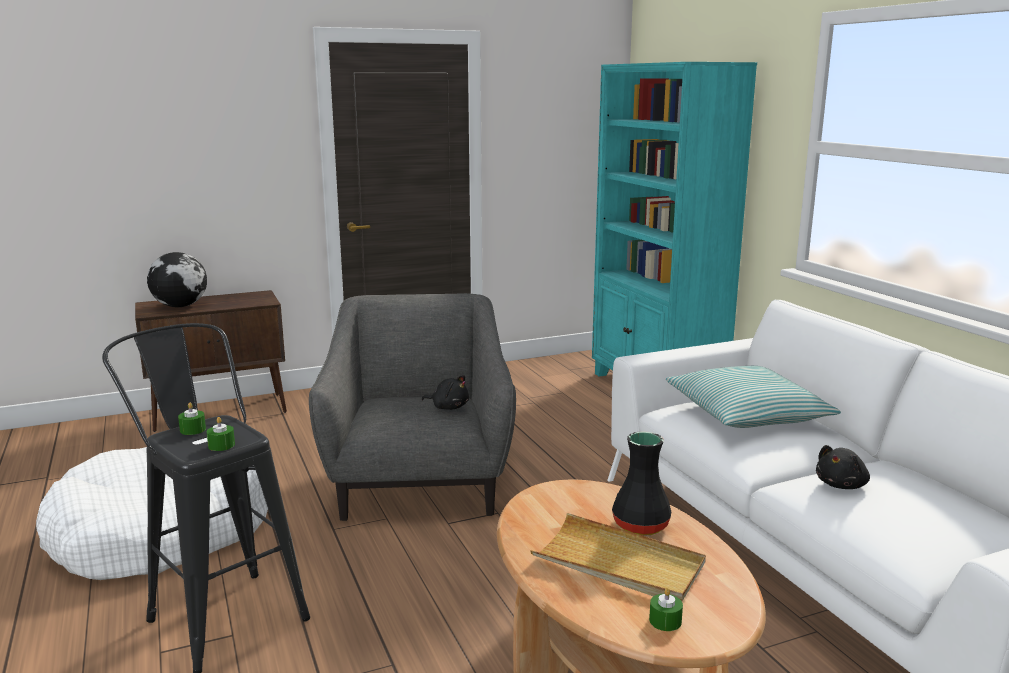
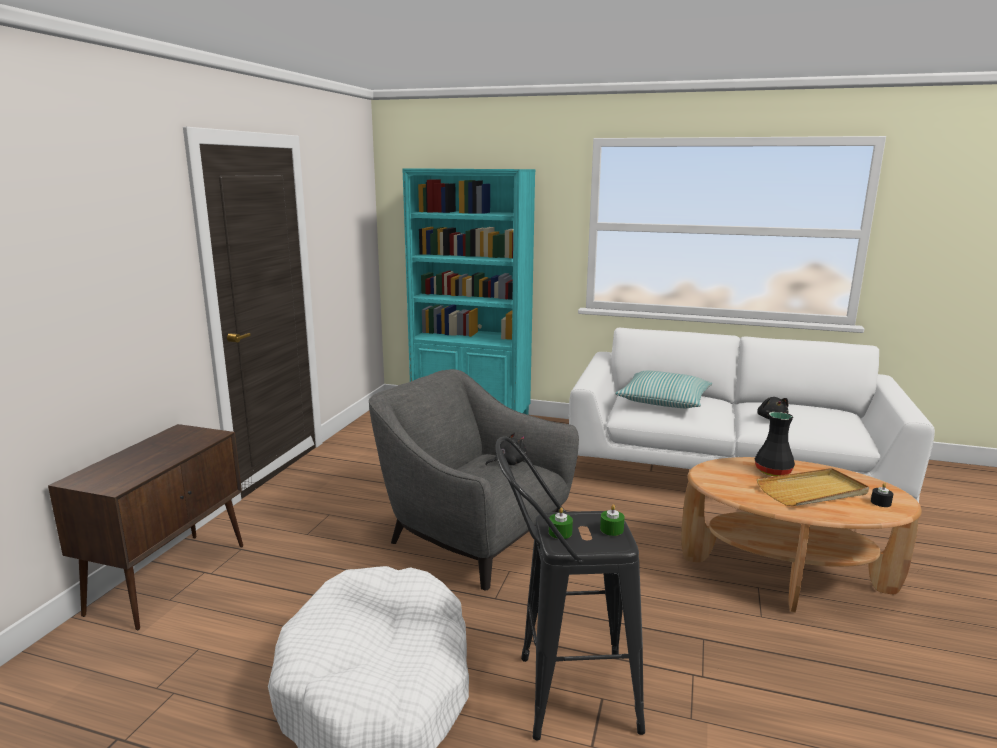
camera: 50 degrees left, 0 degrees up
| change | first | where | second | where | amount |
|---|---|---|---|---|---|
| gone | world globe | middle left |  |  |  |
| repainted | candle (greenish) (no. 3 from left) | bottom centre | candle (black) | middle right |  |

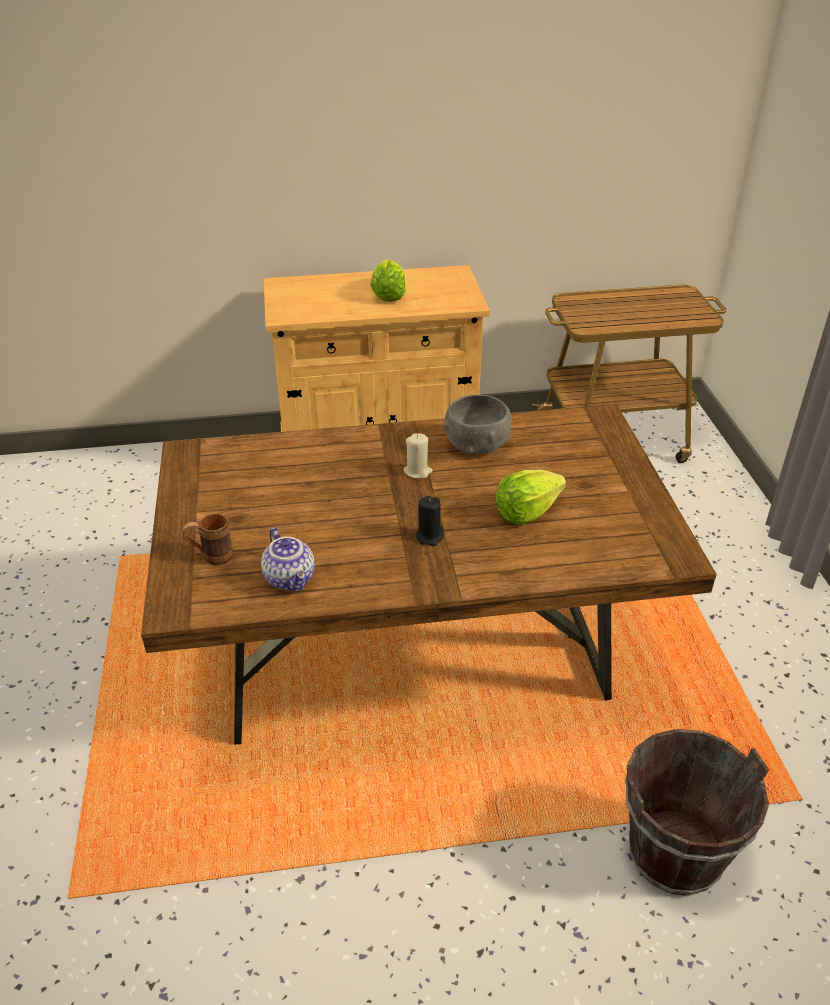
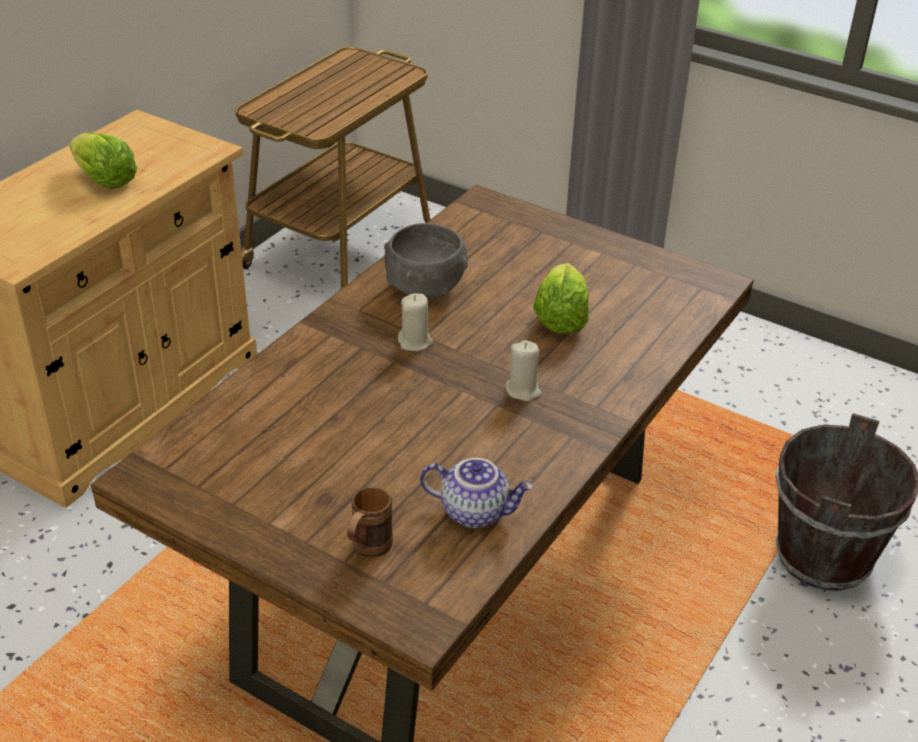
camera: 50 degrees left, 0 degrees up
| change | first | where | second | where | amount |
|---|---|---|---|---|---|
| repainted | candle (black) | centre | candle (beige-coloured) (no. 2 from left) | centre |  |

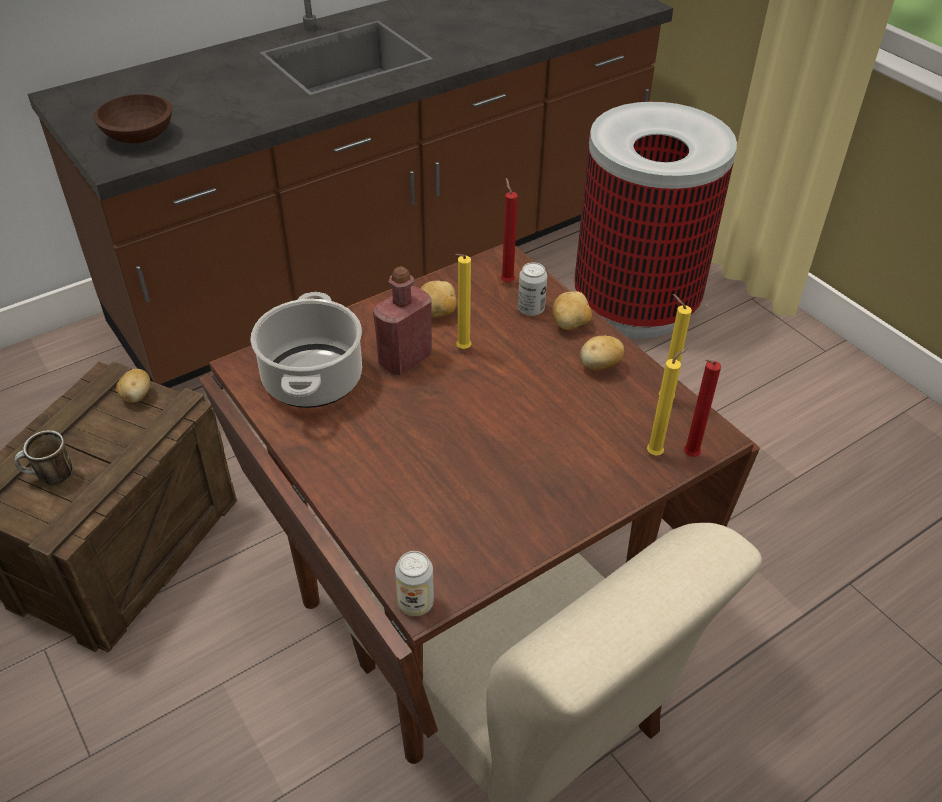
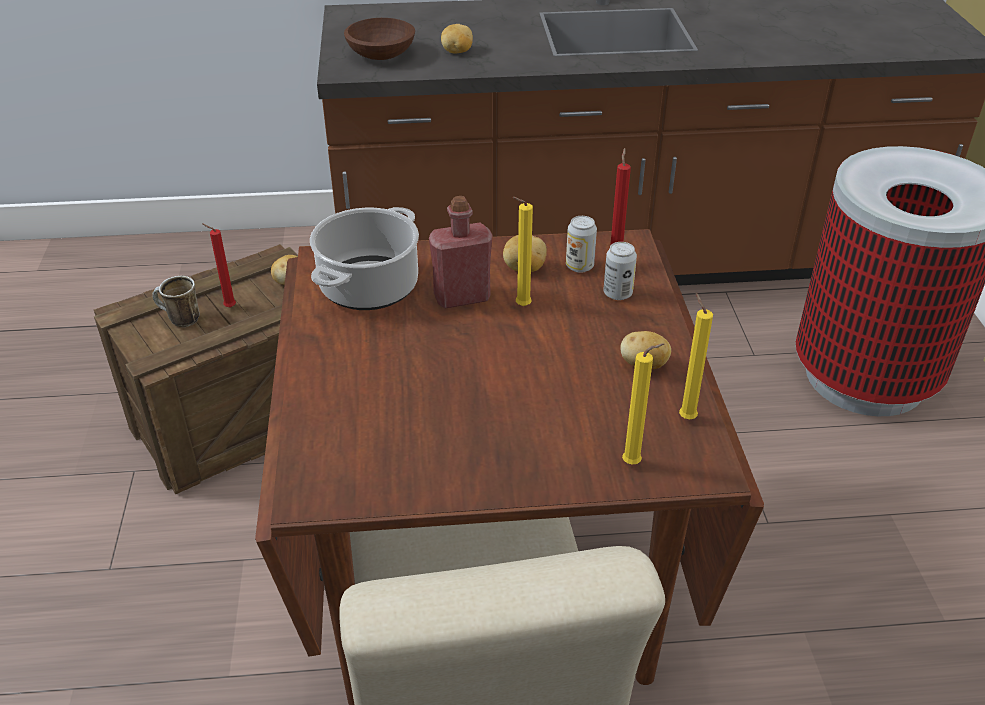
camera: 30 degrees right, 5 degrees down
| change | first | where | second | where | amount |
|---|---|---|---|---|---|
| shifted | sealed can (no. 1 from left) | bottom centre |  | centre |  |
| shifted | potato (no. 3 from left in the first image) | centre | potato (no. 2 from left) | top centre |  |
| shifted | candle (red) (no. 2 from left in the first image) | middle right | candle (red) (no. 1 from left) | middle left |  |

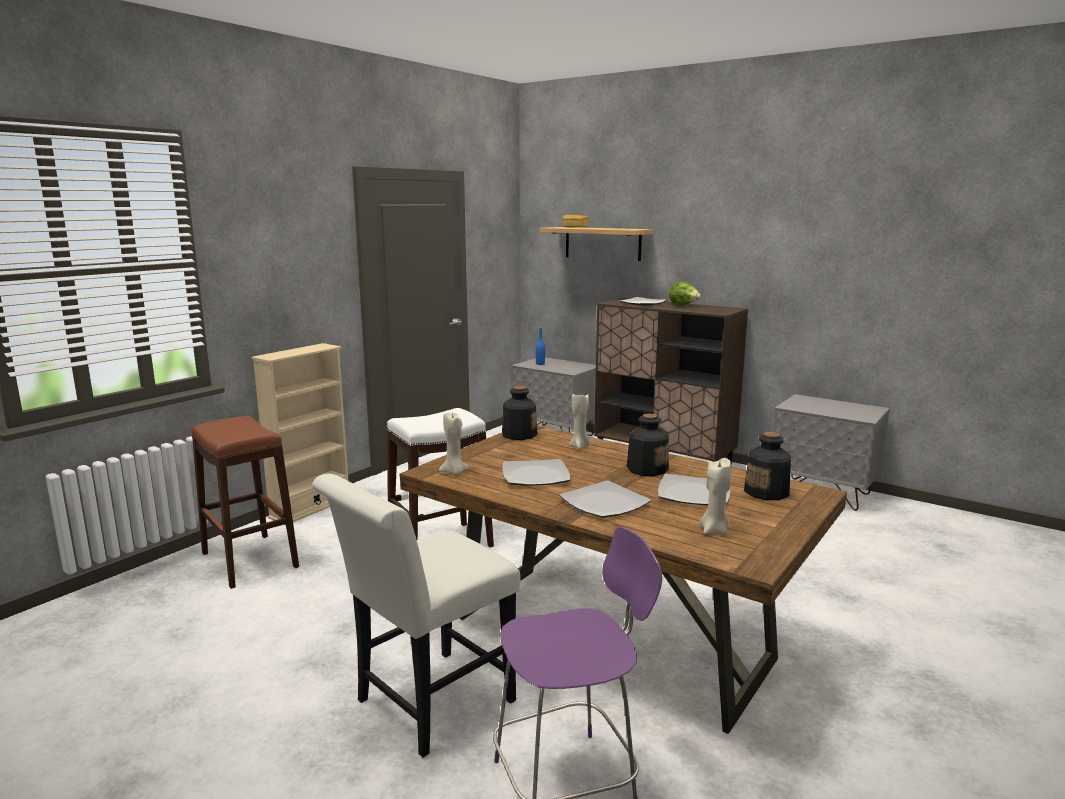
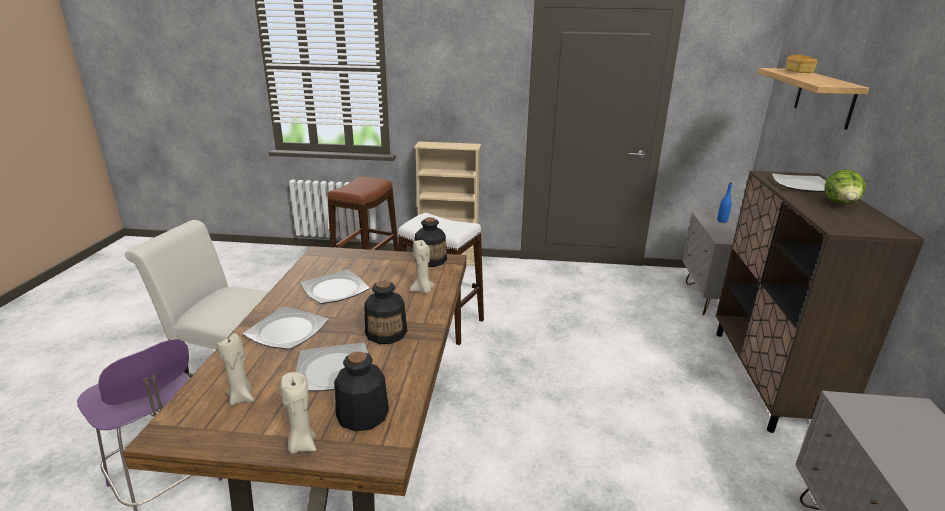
camera: 60 degrees right, 10 degrees up
| change | first | where | second | where | amount |
|---|---|---|---|---|---|
| shifted | candle (beige-coloured) (no. 1 from left in the first image) | centre | candle (beige-coloured) (no. 2 from left) | bottom left |  |

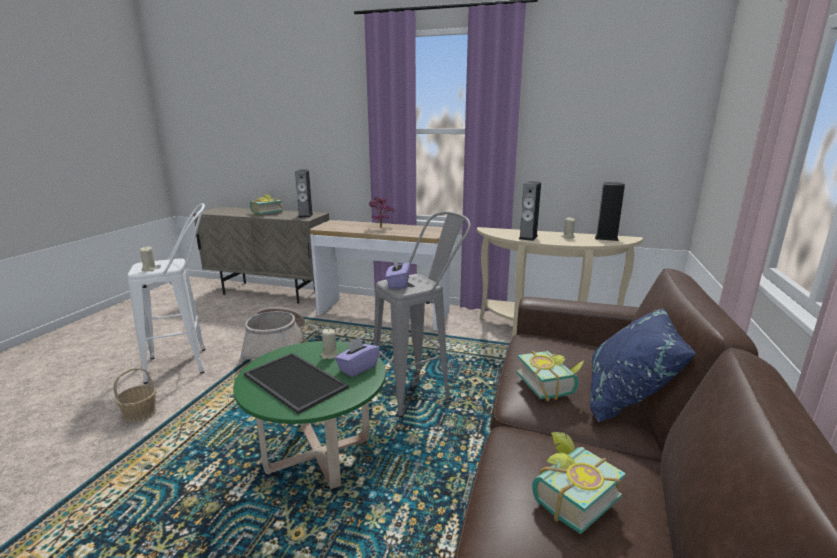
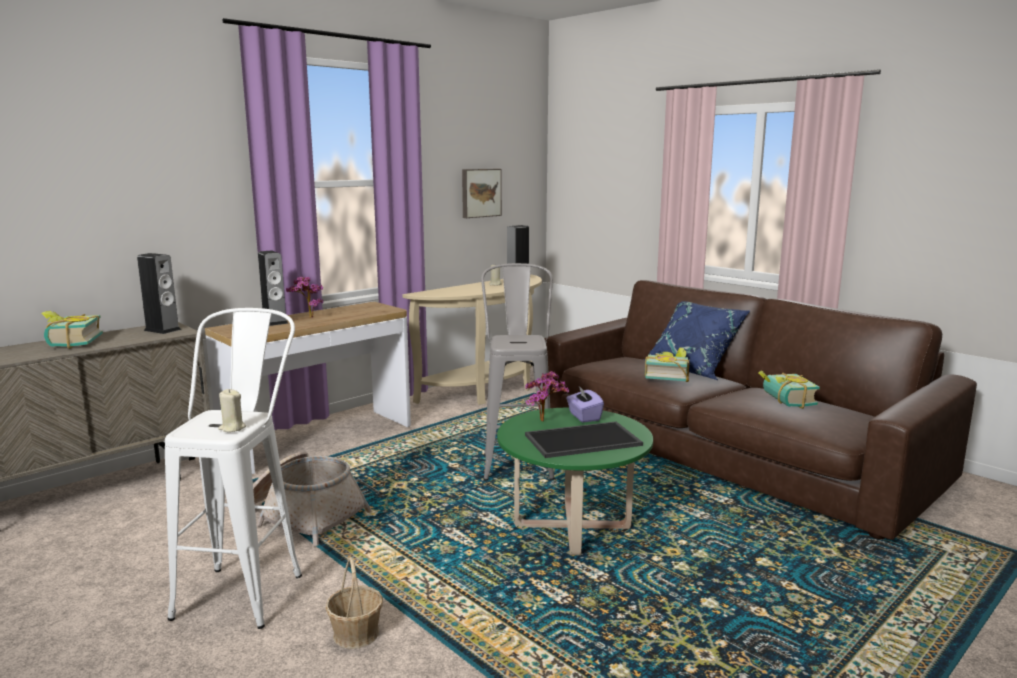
camera: 60 degrees left, 5 degrees down
| change | first | where | second | where | amount |
|---|---|---|---|---|---|
| swapped | candle (beige-coloured) (no. 2 from left) | centre | houseplant (no. 2 from left) | centre |  |
| gone | box of tissues (purple-coloured) (no. 2 from left) | centre |  |  |  |
| shifted | loudspeaker (no. 2 from left) | centre |  | middle left |  |
| new |  |  | wall art | top centre |  |

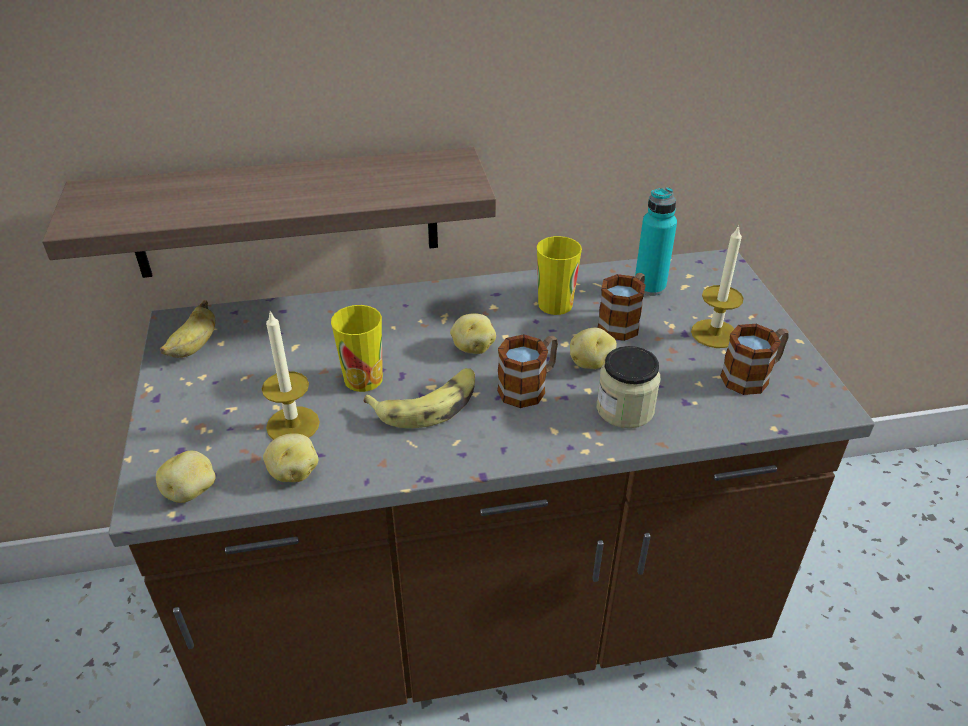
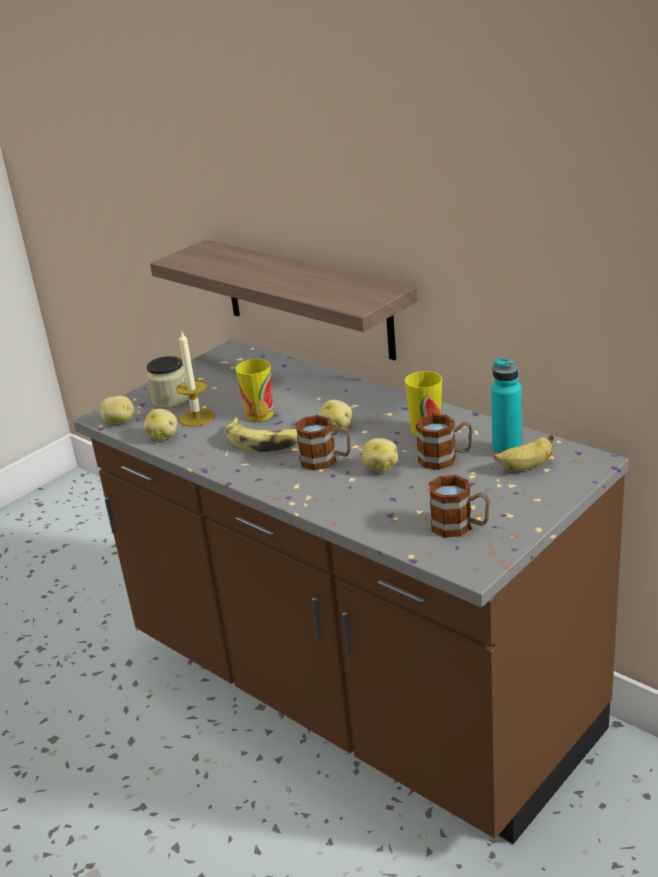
camera: 55 degrees right, 10 degrees down
| change | first | where | second | where | amount |
|---|---|---|---|---|---|
| shifted | banana fruit (no. 1 from left in the first image) | middle left | banana fruit (no. 2 from left) | middle right |  |
| shifted | preserve jar | centre |  | middle left |  |
| gone | candle (no. 2 from left) | middle right |  |  |  |

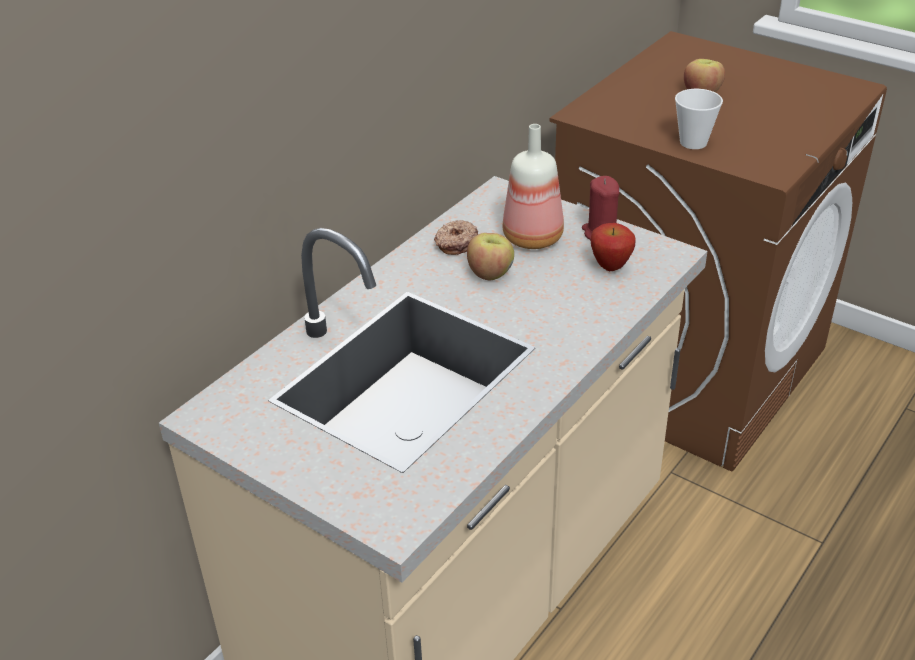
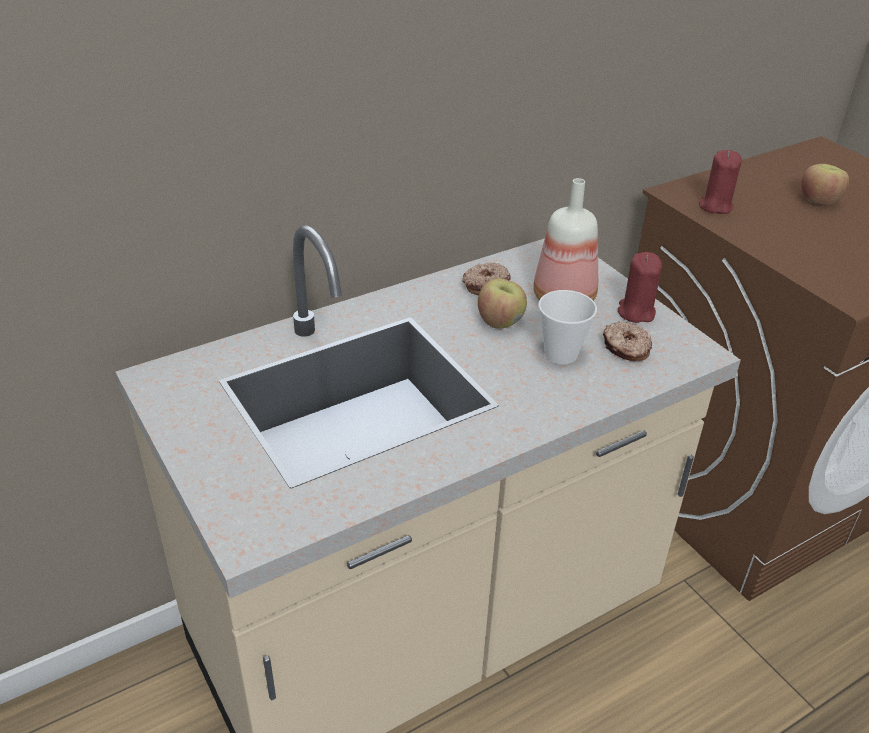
camera: 20 degrees right, 0 degrees up
| change | first | where | second | where | amount |
|---|---|---|---|---|---|
| swapped | apple (no. 2 from left) | middle right | ring doughnut (no. 2 from left) | middle right |  |
| shifted | drinking cup | top right |  | centre |  |
| new |  |  | candle (red) (no. 2 from left) | top right |  |

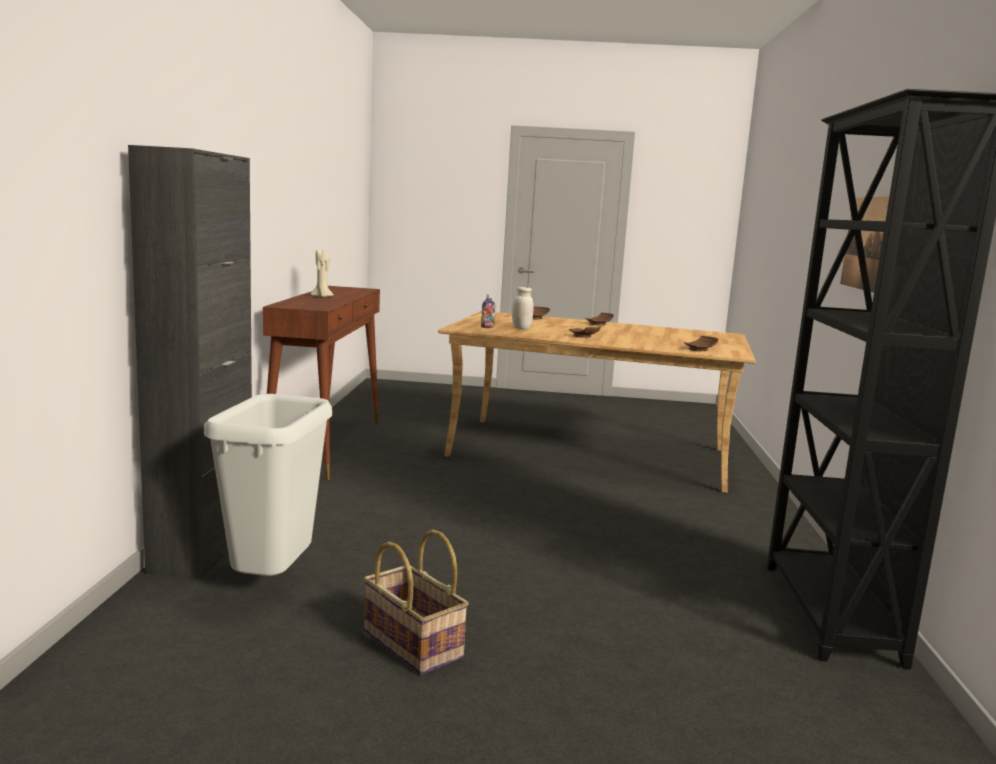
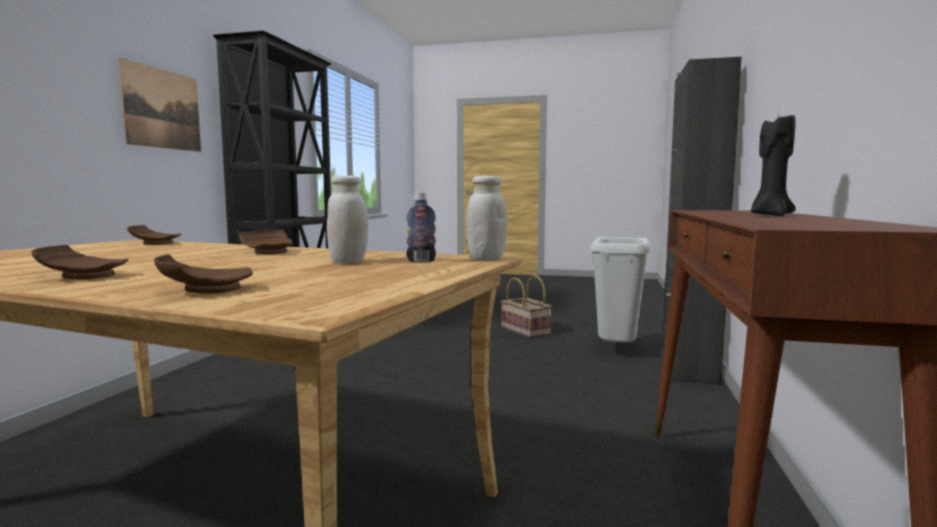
camera: 170 degrees left, 5 degrees down
| change | first | where | second | where | amount |
|---|---|---|---|---|---|
| repainted | candle (beige-coloured) | middle left | candle (black) | top right |  |
| new |  |  | preserve jar (white-coloured) (no. 2 from left) | centre |  |

